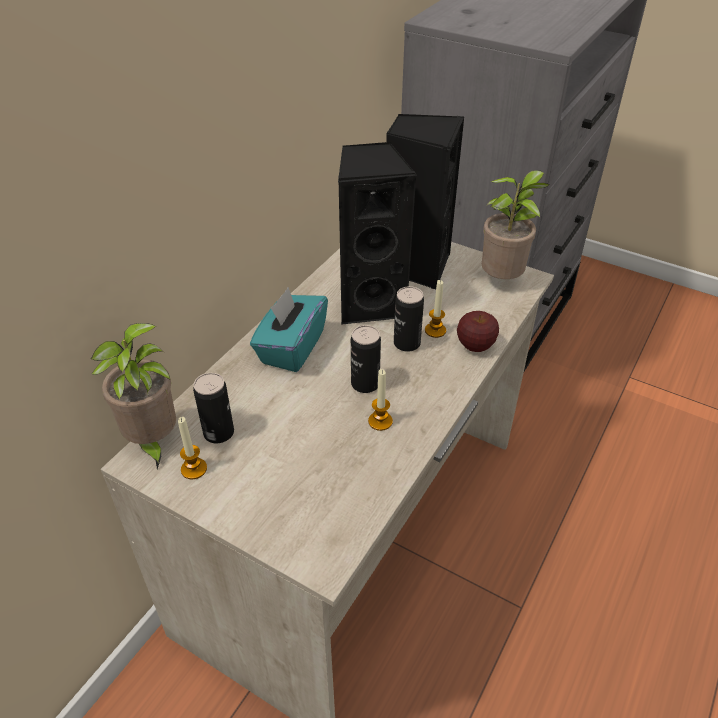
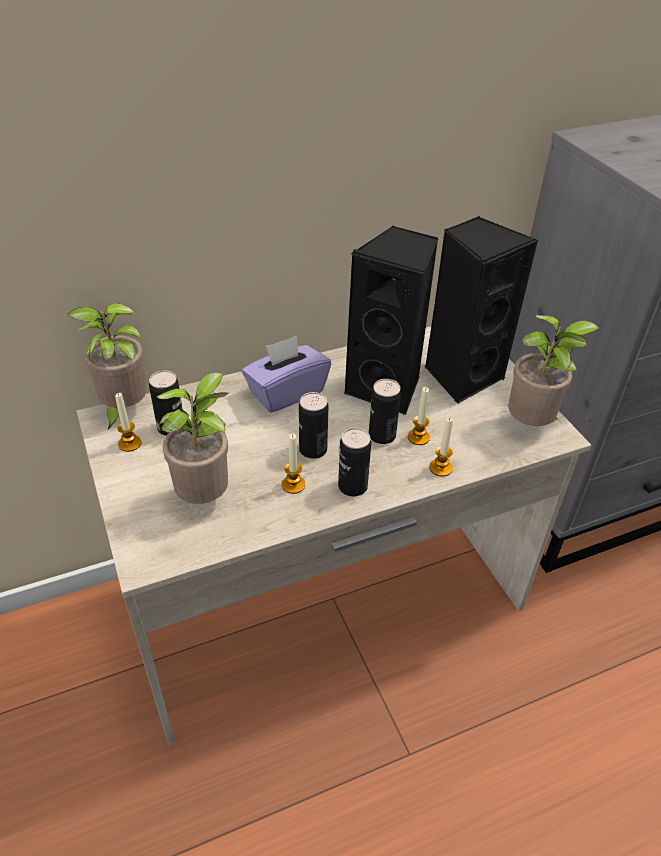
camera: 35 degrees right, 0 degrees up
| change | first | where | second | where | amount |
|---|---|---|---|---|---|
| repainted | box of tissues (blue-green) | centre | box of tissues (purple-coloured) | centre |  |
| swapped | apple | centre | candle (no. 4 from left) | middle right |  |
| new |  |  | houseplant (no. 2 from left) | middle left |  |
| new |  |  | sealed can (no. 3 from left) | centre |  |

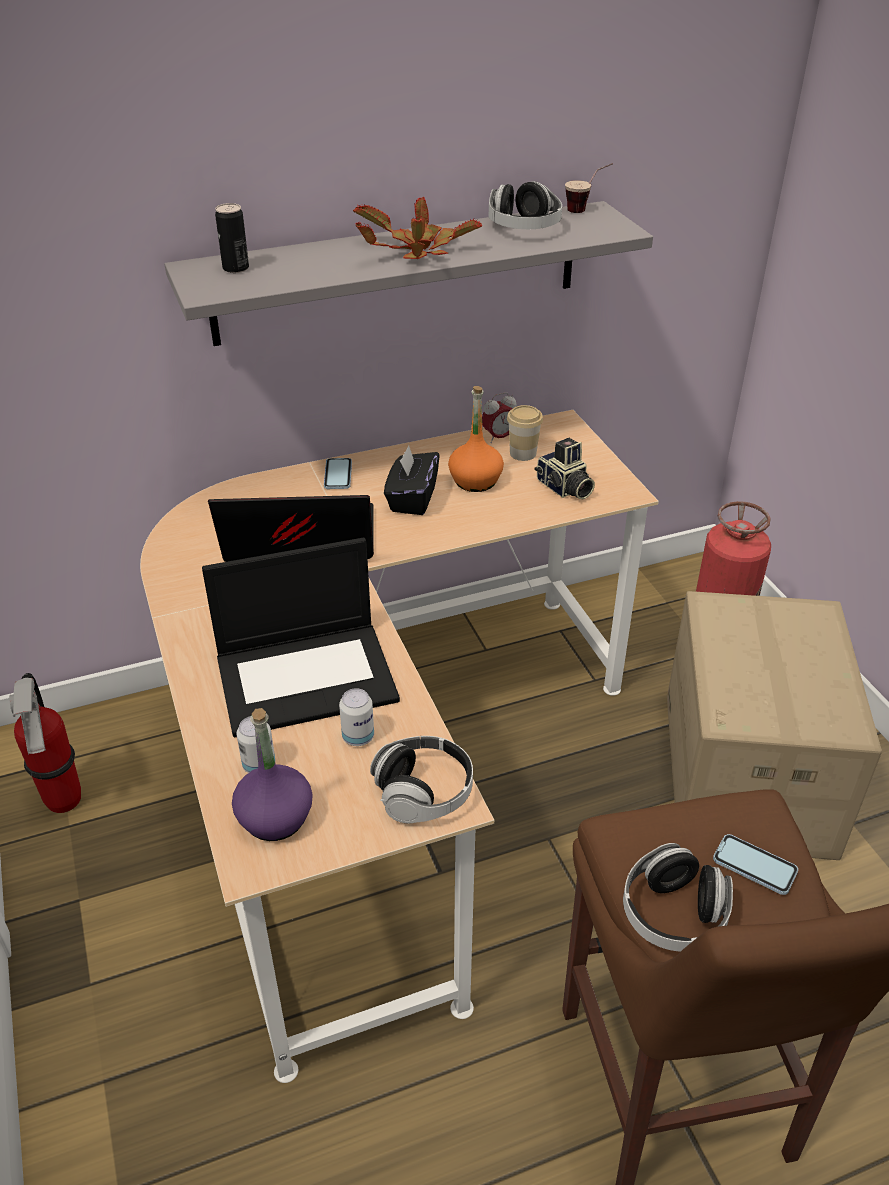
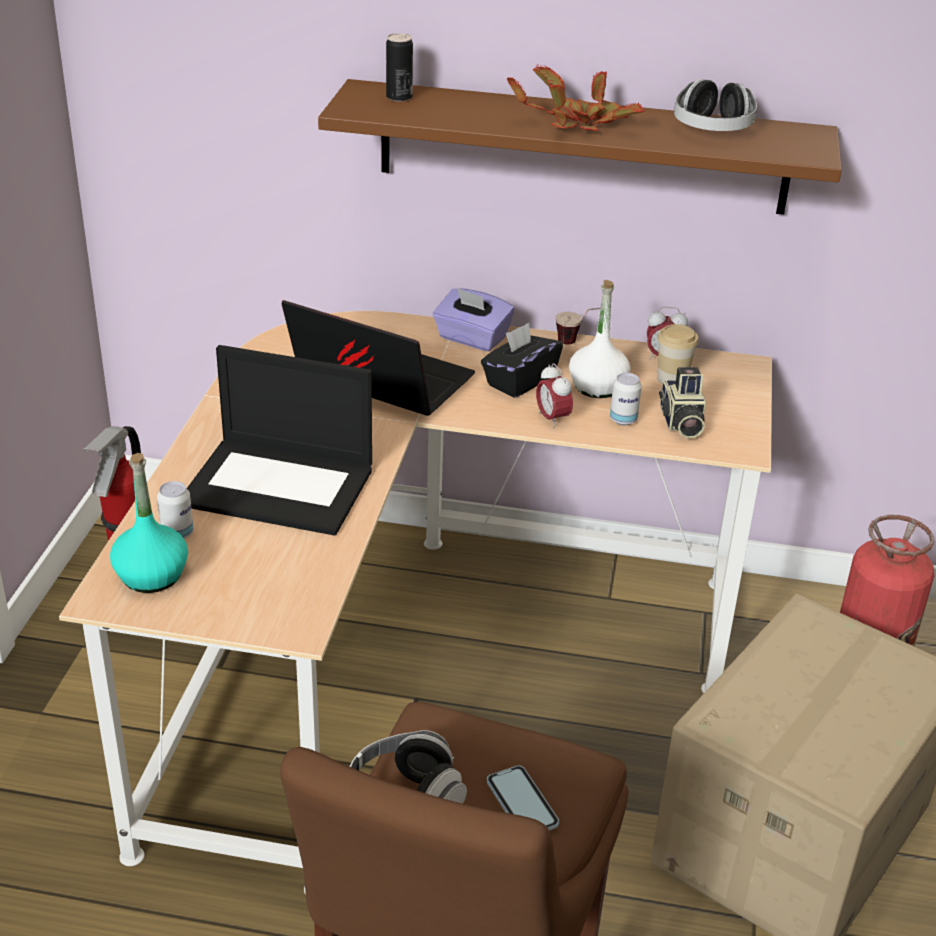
camera: 30 degrees right, 5 degrees down
| change | first | where | second | where | amount |
|---|---|---|---|---|---|
| repainted | wall shelf (gray) | top centre | wall shelf (brown) | top centre |  |
| repainted | bottle (purple-coloured) | middle left | bottle (blue-green) | middle left |  |
| swapped | phone (no. 1 from left) | centre | box of tissues (purple-coloured) | centre |  |
| shifted | sealed can (no. 3 from left) | centre |  | middle right |  |
| gone | headset (no. 1 from left) | centre |  |  |  |
| repainted | bottle (orange-coloured) | centre | bottle (white-coloured) | centre |  |
| shifted | drinking cup (no. 2 from left in the first image) | top centre | drinking cup (no. 1 from left) | centre |  |
| new |  |  | table clock (no. 1 from left) | centre |  |

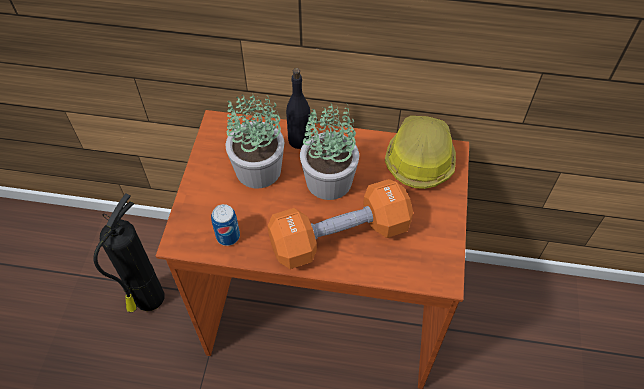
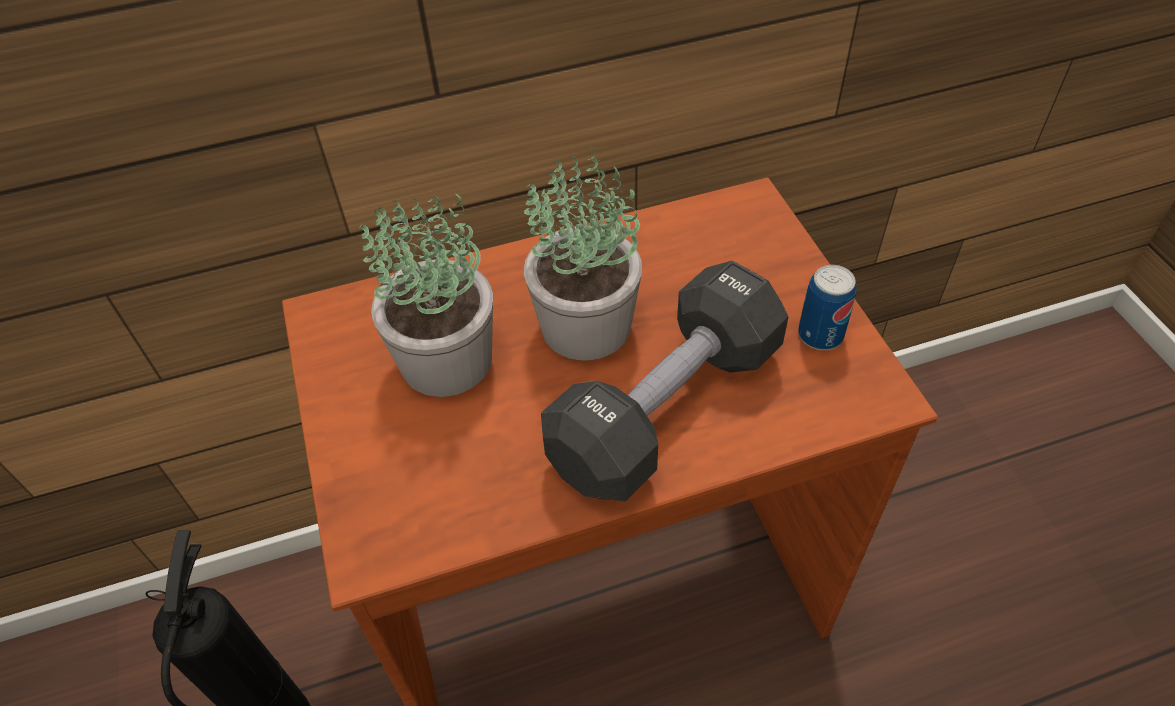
camera: 25 degrees left, 5 degrees down
| change | first | where | second | where | amount |
|---|---|---|---|---|---|
| shifted | sealed can | centre |  | middle right |  |
| repainted | free weight (orange-coloured) | centre | free weight (black) | centre |  |
| gone | bottle (black) | top centre |  |  |  |
| gone | hard hat | centre |  |  |  |

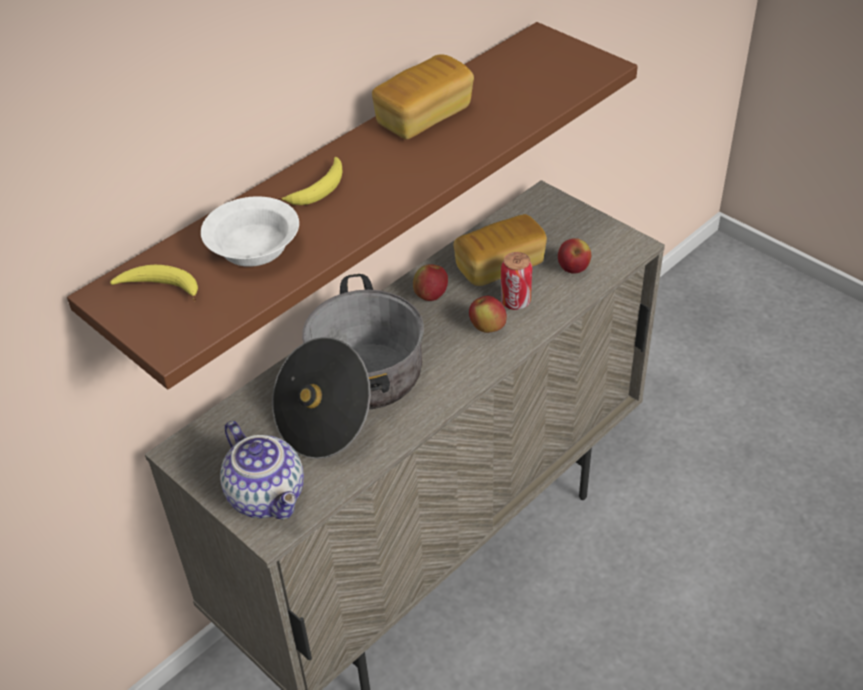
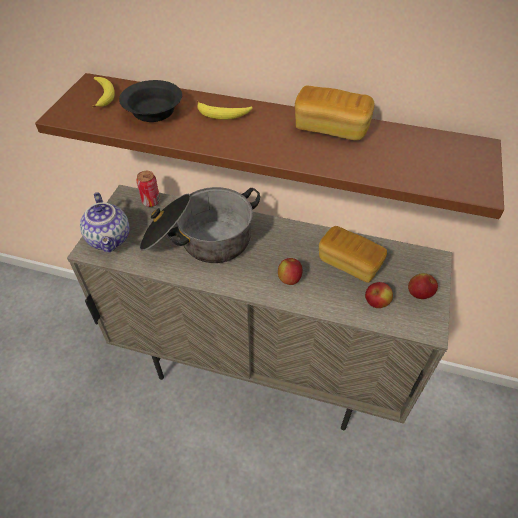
camera: 60 degrees right, 5 degrees up
| change | first | where | second | where | amount |
|---|---|---|---|---|---|
| repainted | bowl (white-coloured) | middle left | bowl (black) | top left |  |
| rotated | tea pot | bottom left |  | middle left | 45 degrees counterclockwise |
| shifted | apple (no. 1 from left in the first image) | centre | apple (no. 3 from left) | middle right |  |
| shifted | sealed can | centre |  | middle left |  |

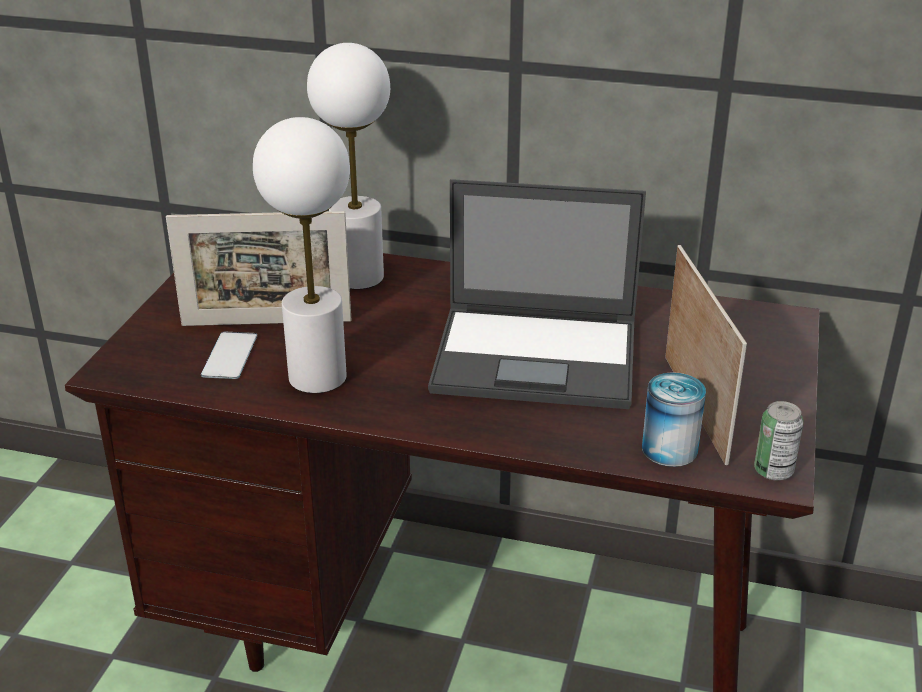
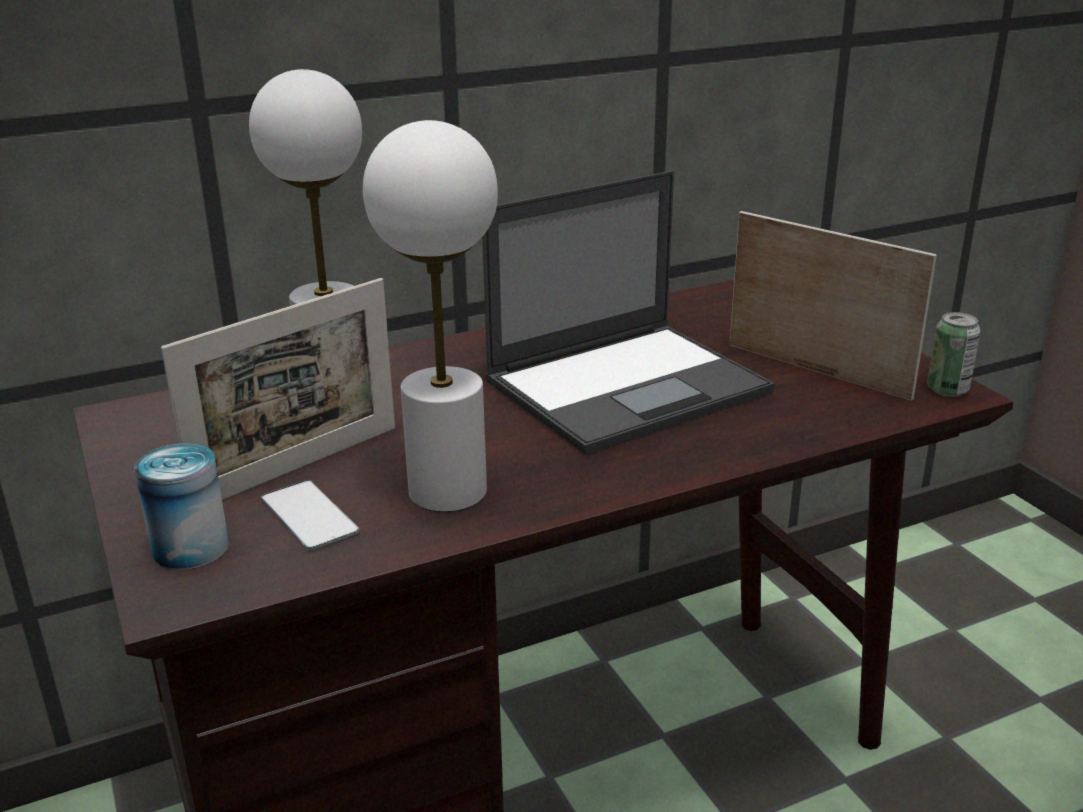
camera: 40 degrees left, 5 degrees down
| change | first | where | second | where | amount |
|---|---|---|---|---|---|
| shifted | sealed can (no. 1 from left) | middle right |  | middle left |  |

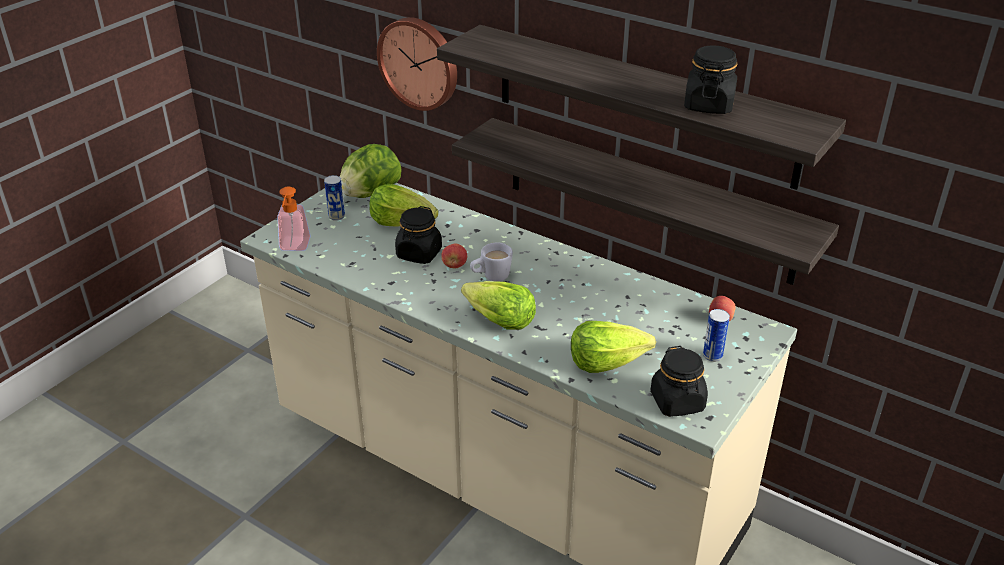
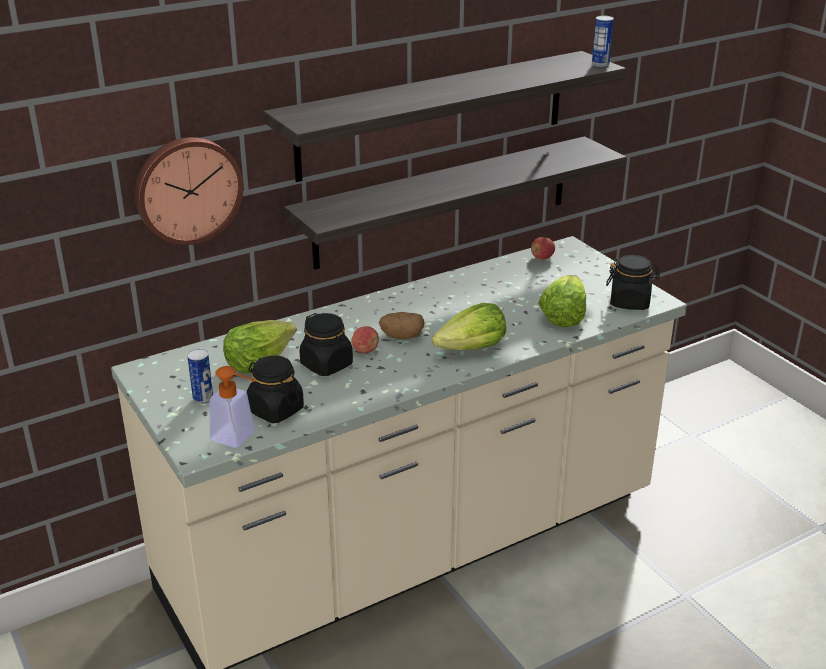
camera: 65 degrees left, 5 degrees down
| change | first | where | second | where | amount |
|---|---|---|---|---|---|
| gone | lettuce head (no. 1 from left) | top centre |  |  |  |
| swapped | coffee mug (white-coloured) | centre | potato | centre |  |
| shifted | preserve jar (black) (no. 3 from left in the first image) | top right | preserve jar (black) (no. 1 from left) | middle left |  |
| shifted | sealed can (no. 2 from left) | middle right |  | top right |  |

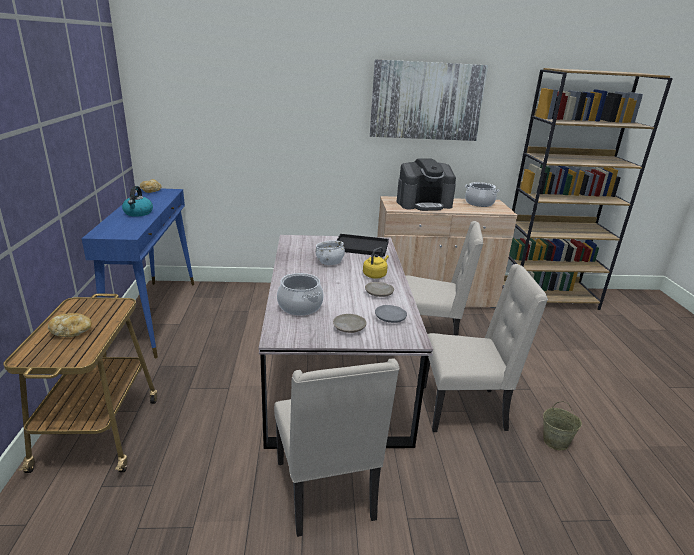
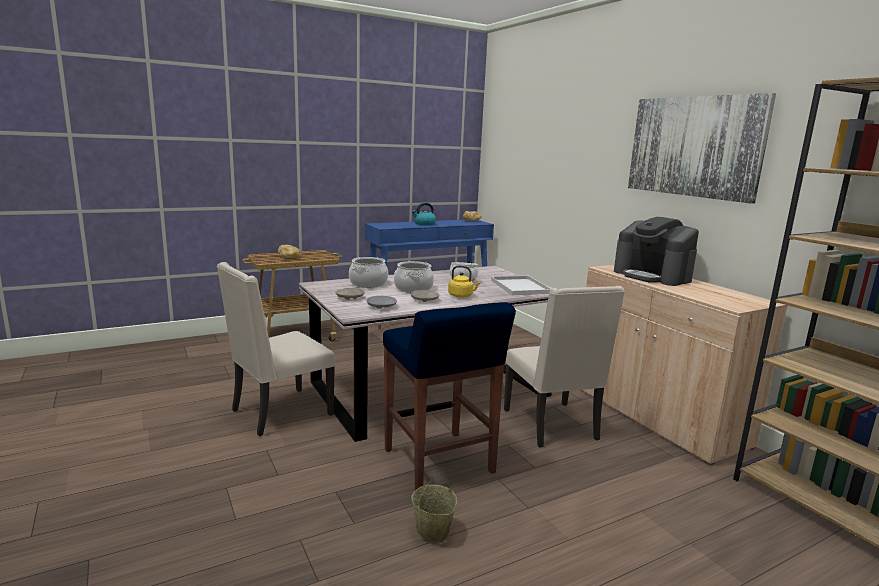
camera: 65 degrees right, 10 degrees down
| change | first | where | second | where | amount |
|---|---|---|---|---|---|
| repainted | carrying tray (black) | centre | carrying tray (white-coloured) | centre |  |
| swapped | upright chair (beige-coloured) (no. 3 from left) | middle right | stool seat (blue-coloured) | bottom centre |  |
| shifted | cooking pot (no. 2 from left) | middle right |  | centre |  |

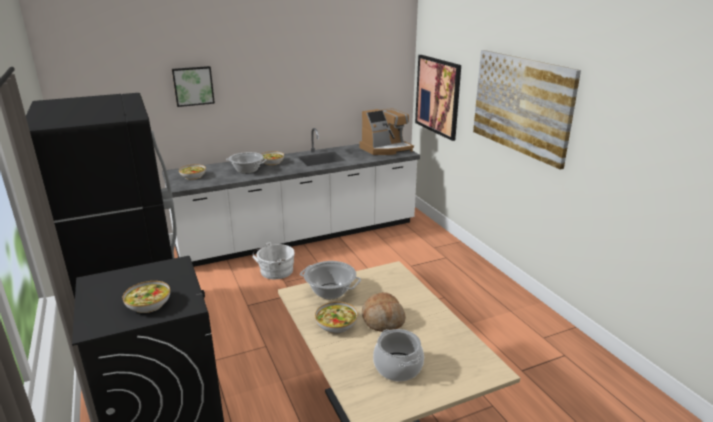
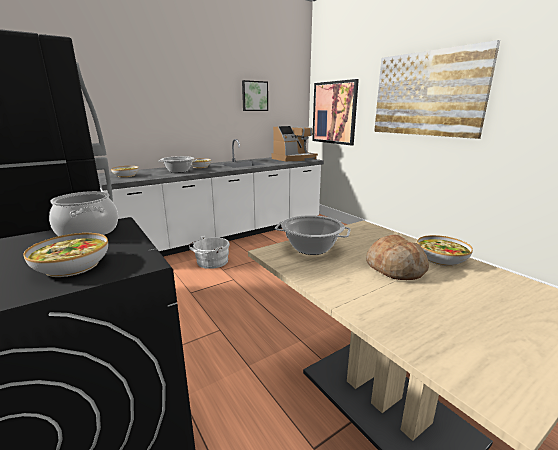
camera: 10 degrees left, 5 degrees down
| change | first | where | second | where | amount |
|---|---|---|---|---|---|
| shifted | wall art (no. 1 from left) | top left |  | top centre |  |
| shifted | bowl (no. 4 from left) | bottom centre |  | middle right |  |
| shifted | cooking pot (no. 3 from left in the first image) | bottom centre | cooking pot (no. 1 from left) | middle left |  |

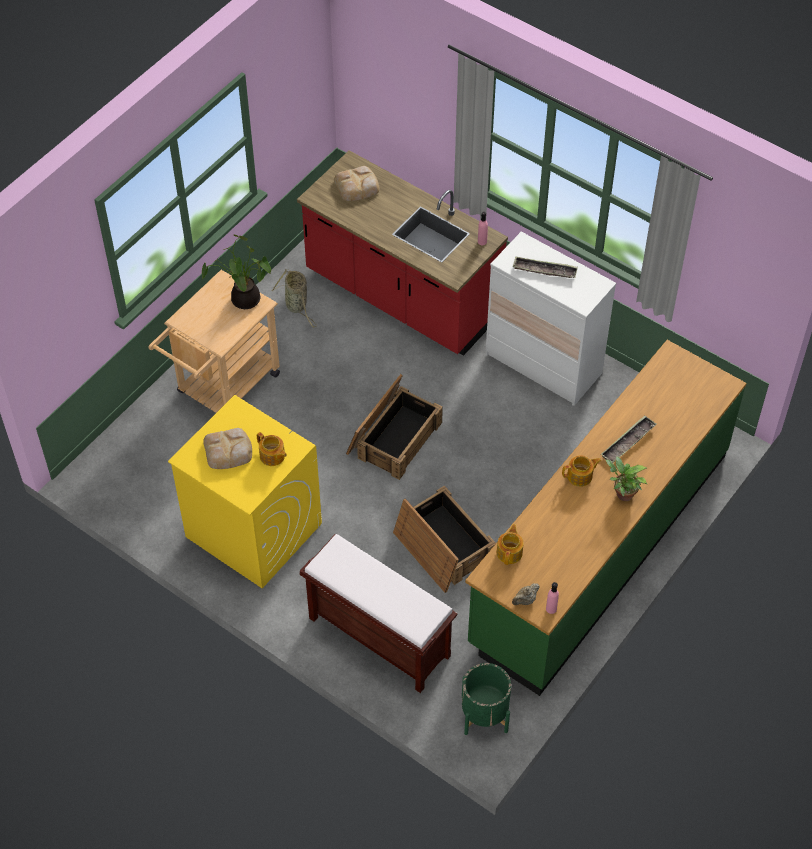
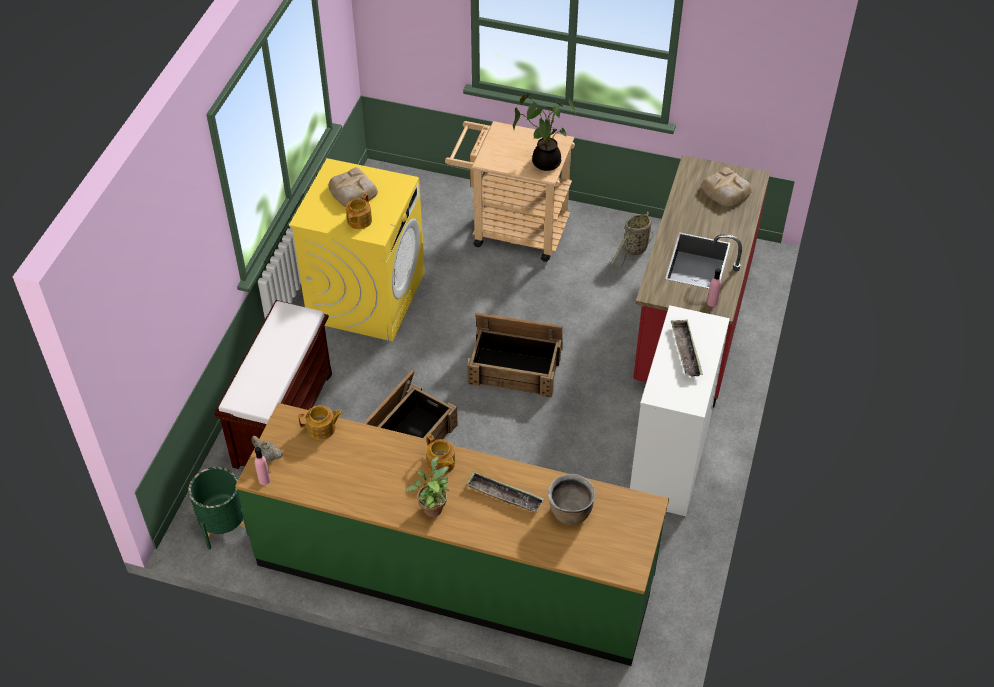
camera: 70 degrees right, 5 degrees down
| change | first | where | second | where | amount |
|---|---|---|---|---|---|
| new |  |  | cooking pot (brown) | bottom centre |  |

